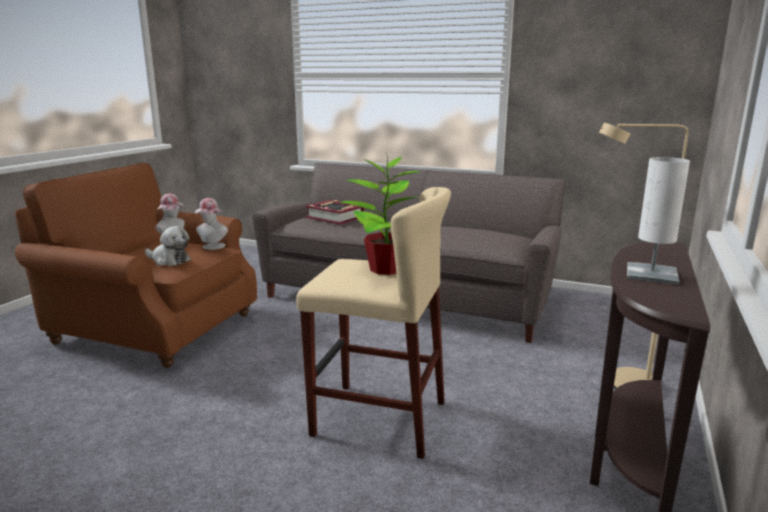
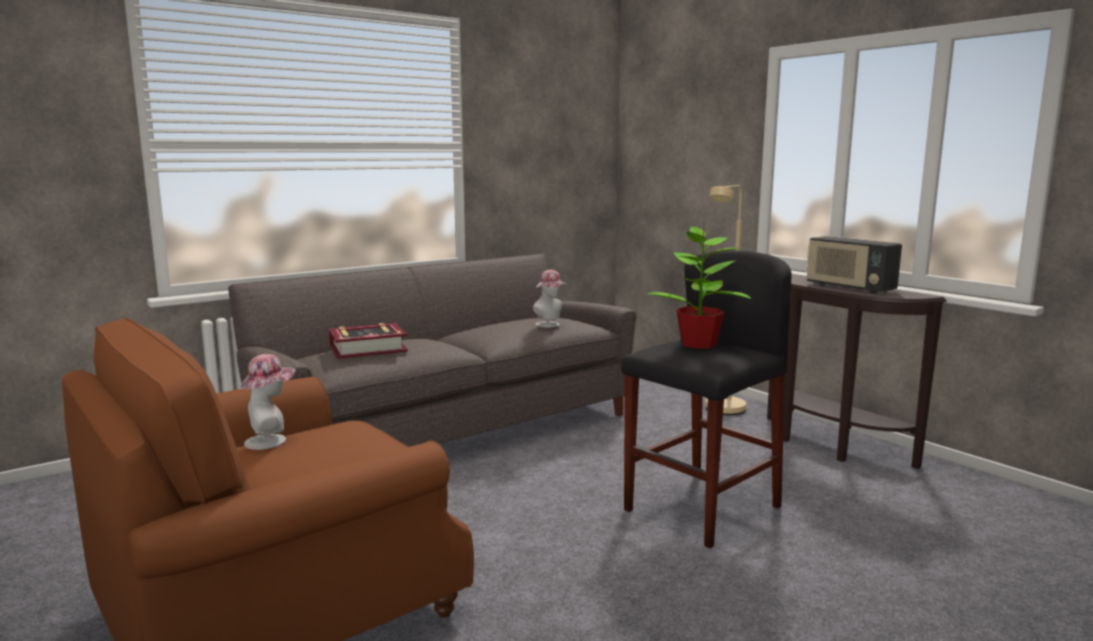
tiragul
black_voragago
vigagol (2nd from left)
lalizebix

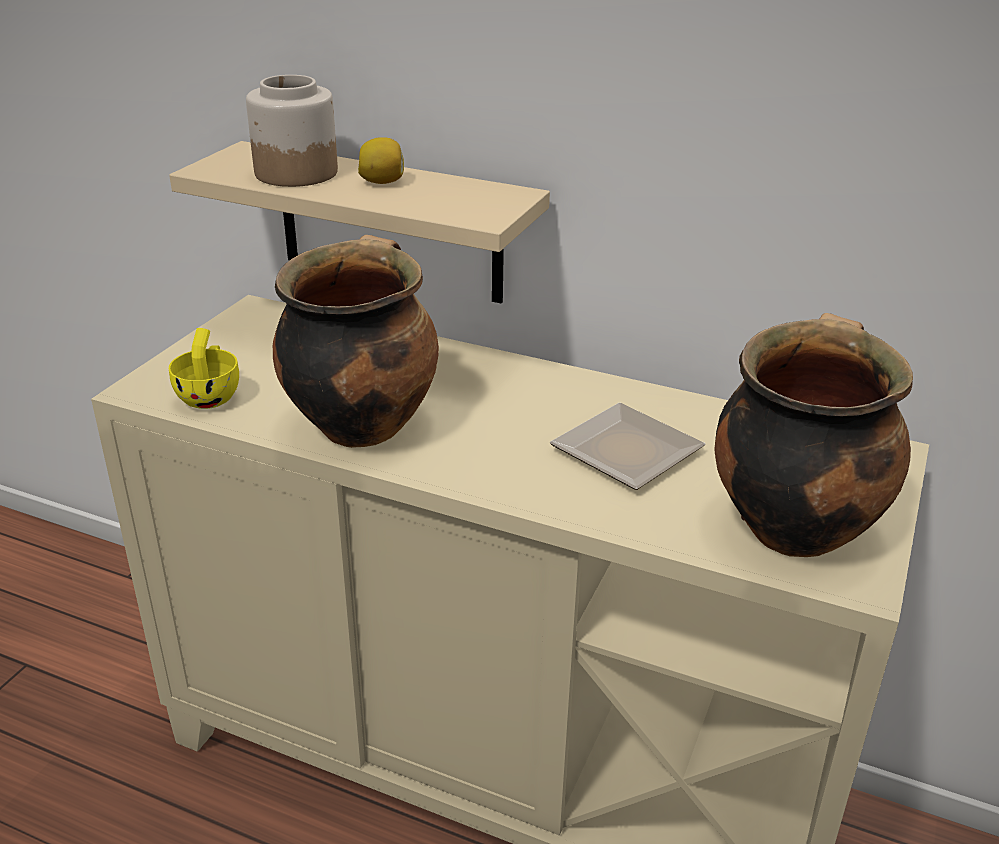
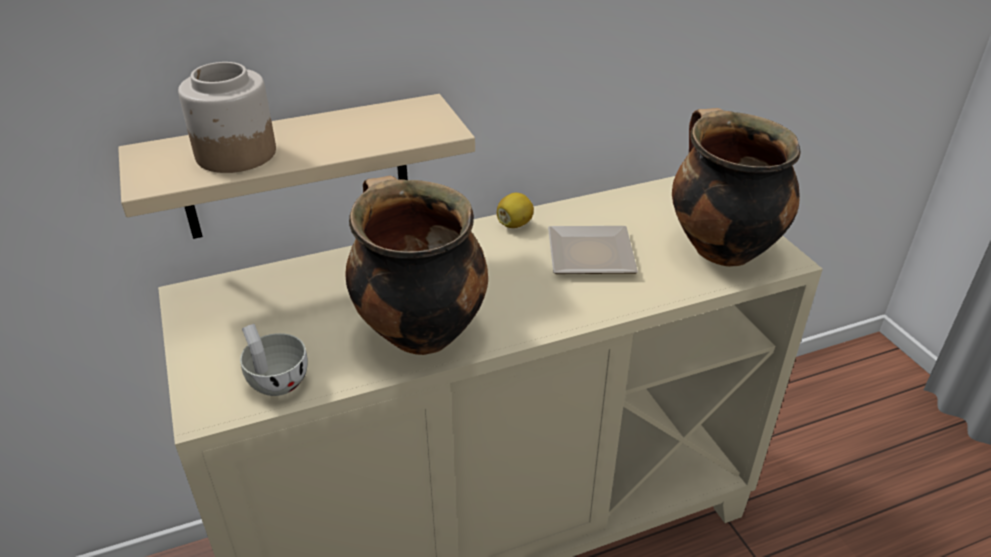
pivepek
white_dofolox

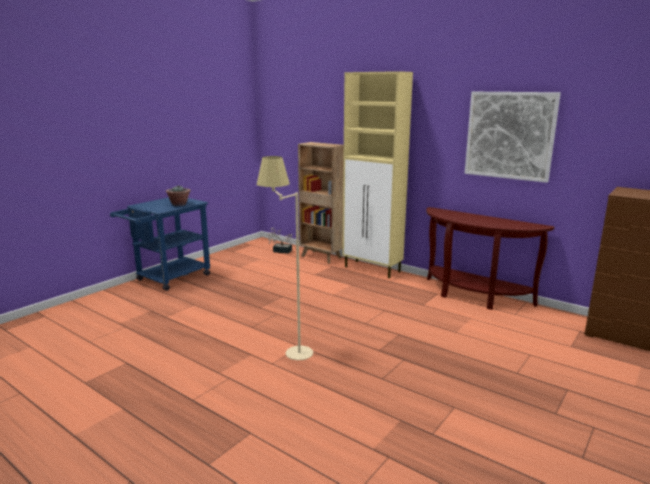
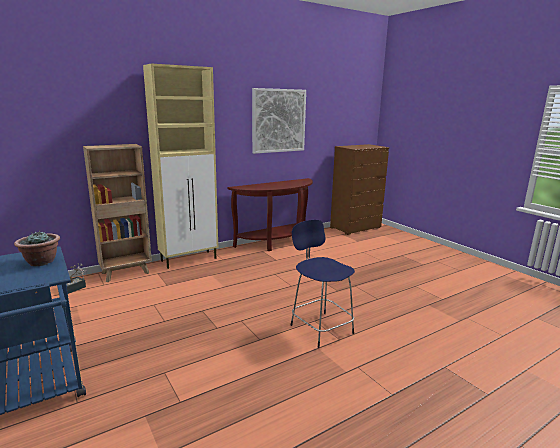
blue_voragago

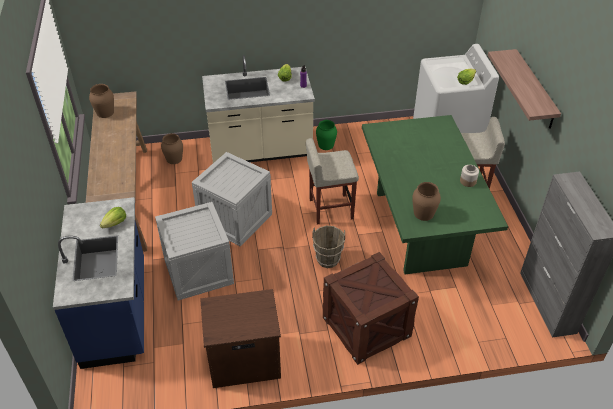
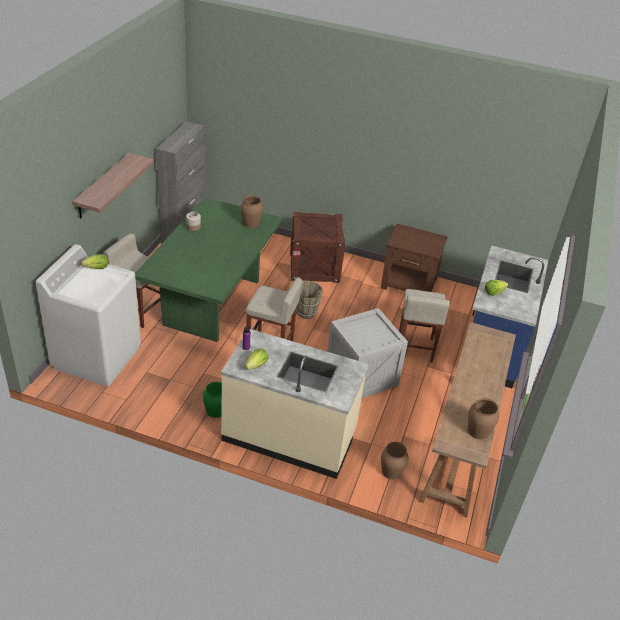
beige_voragago (3rd from left)

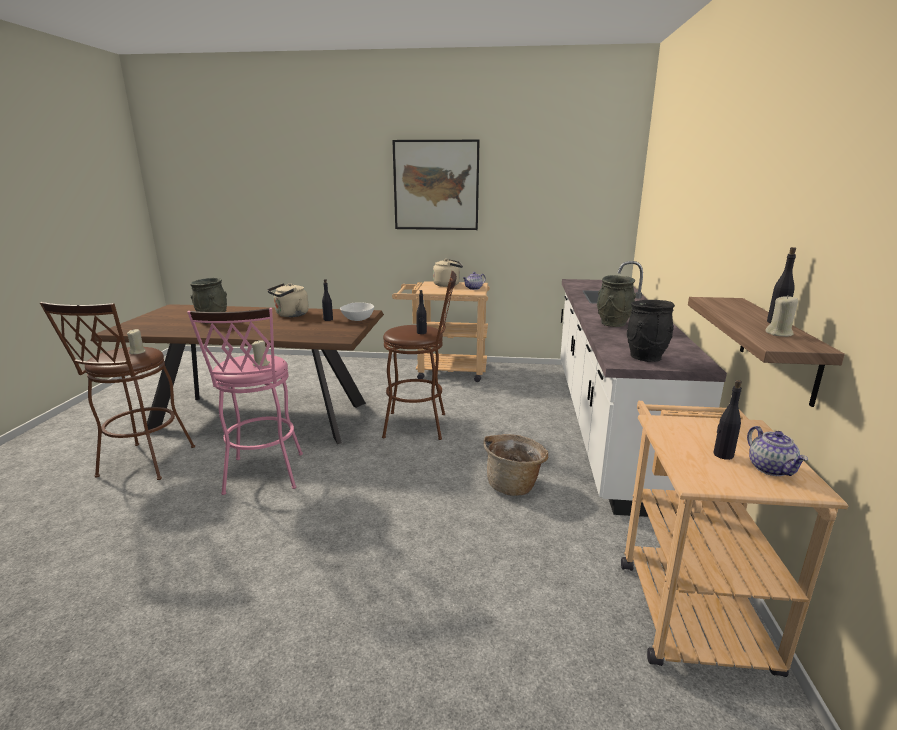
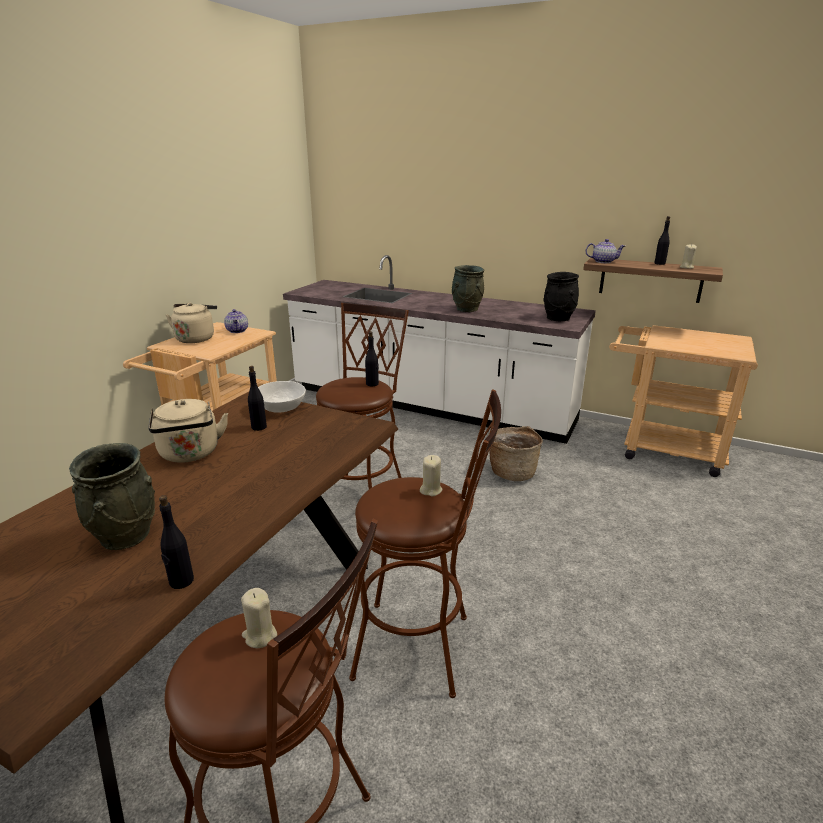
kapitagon
brown_voragago (3rd from left)
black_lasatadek (1st from left)
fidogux (2nd from left)

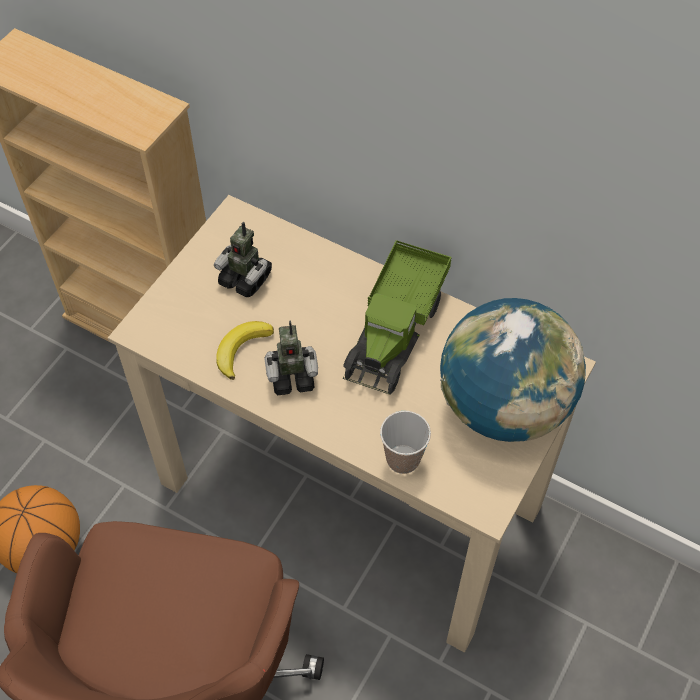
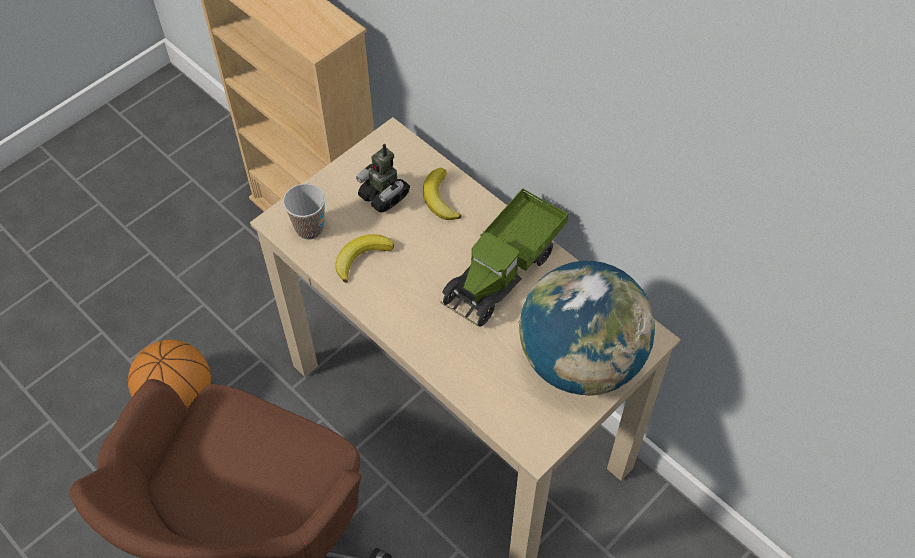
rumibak (2nd from left in the first image)
dofolox
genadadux (2nd from left)

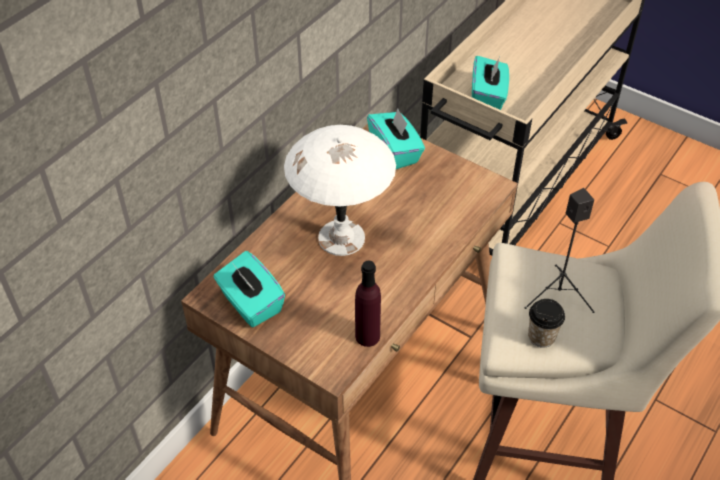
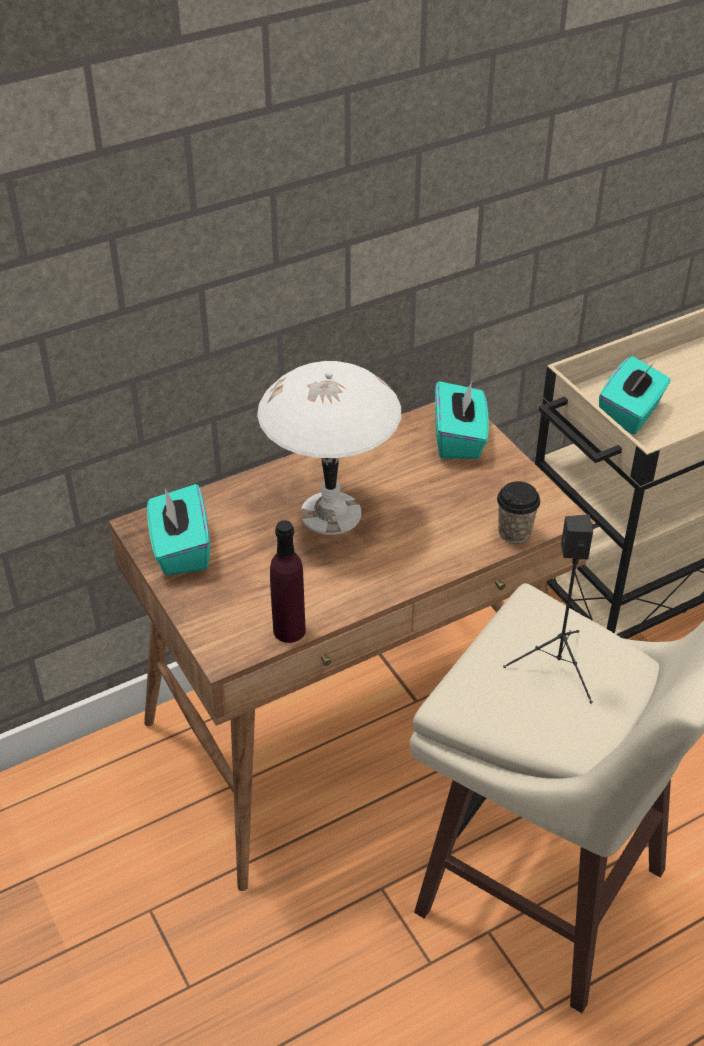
dofolox

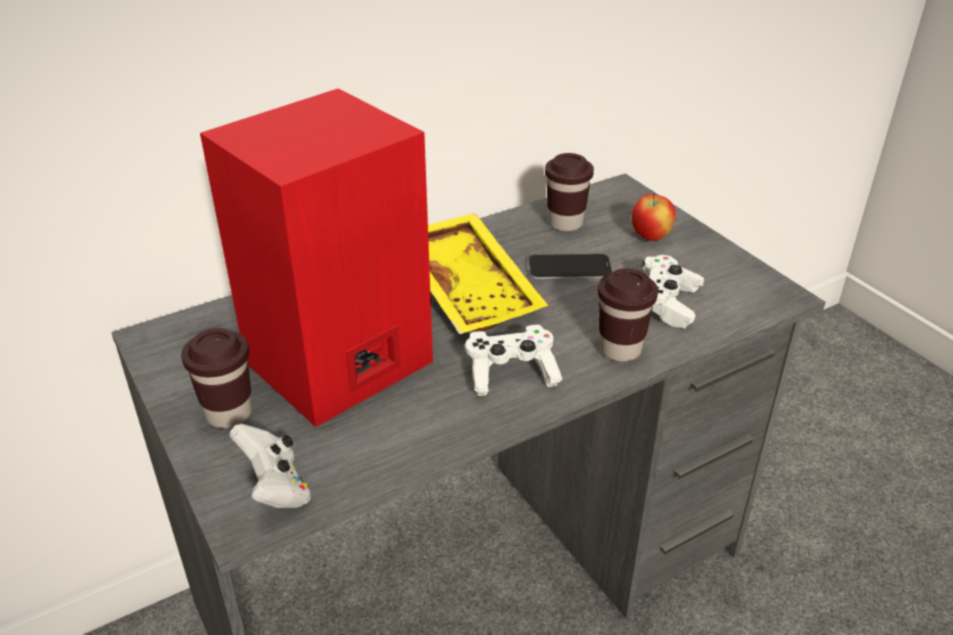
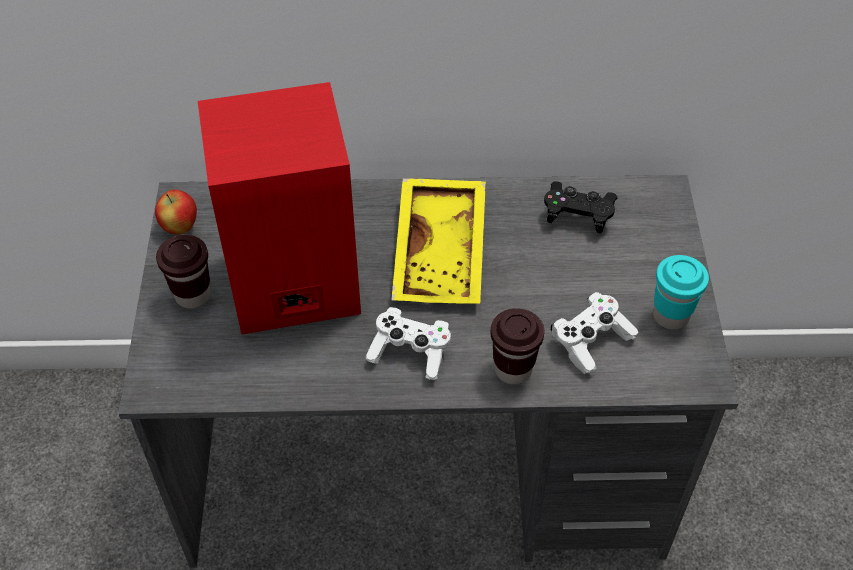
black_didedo
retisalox
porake
white_didedo (1st from left in the first image)
turquoise_dofolox

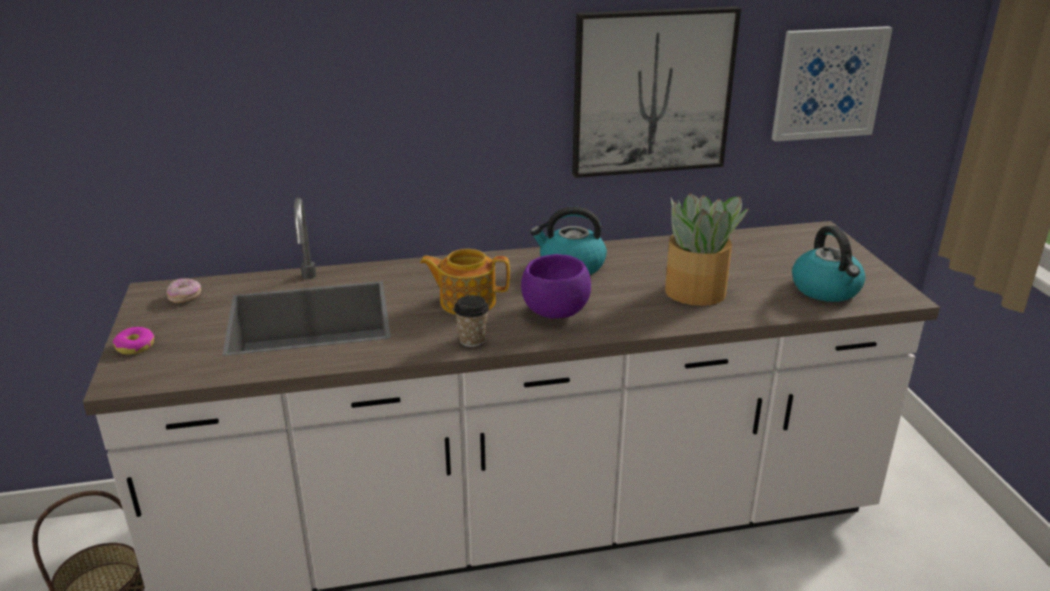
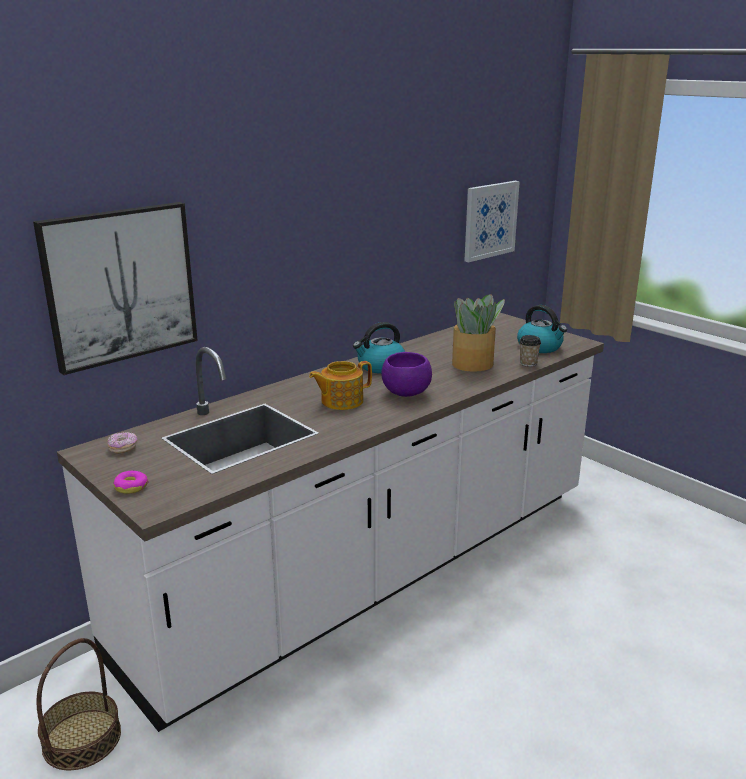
kapitagon (1st from left)
dofolox

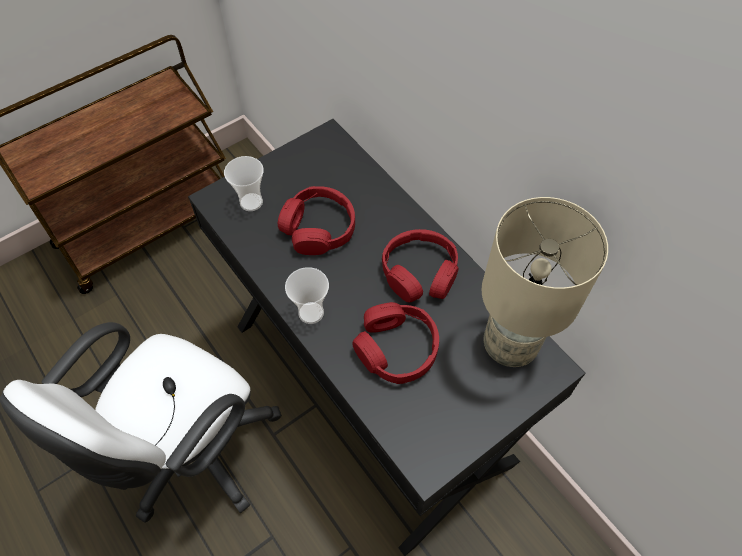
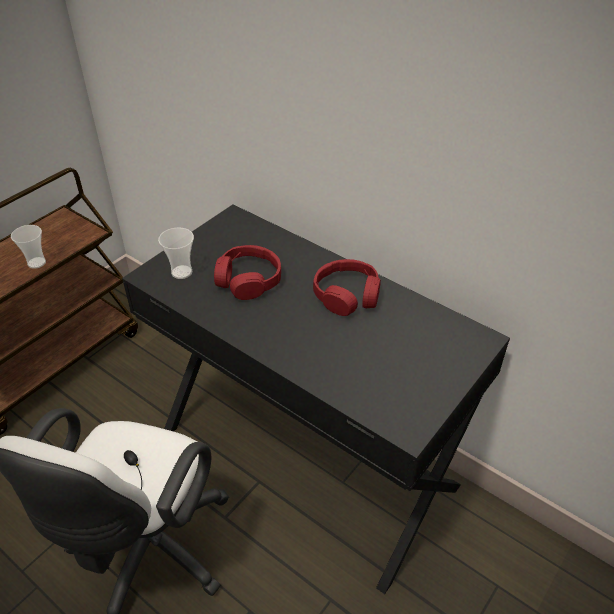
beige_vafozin
dofolox (1st from left)
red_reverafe (2nd from left in the first image)

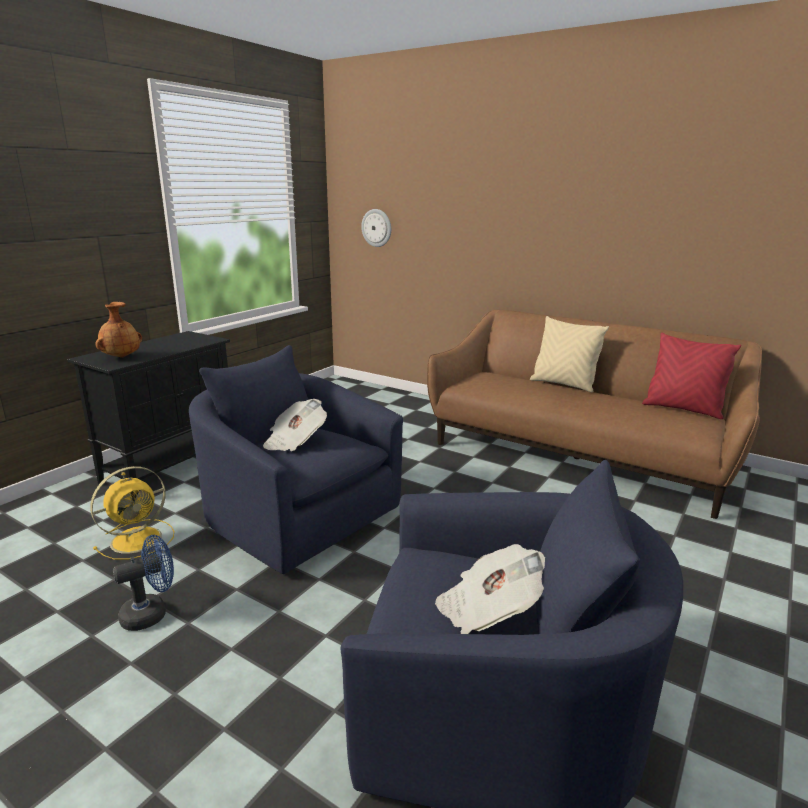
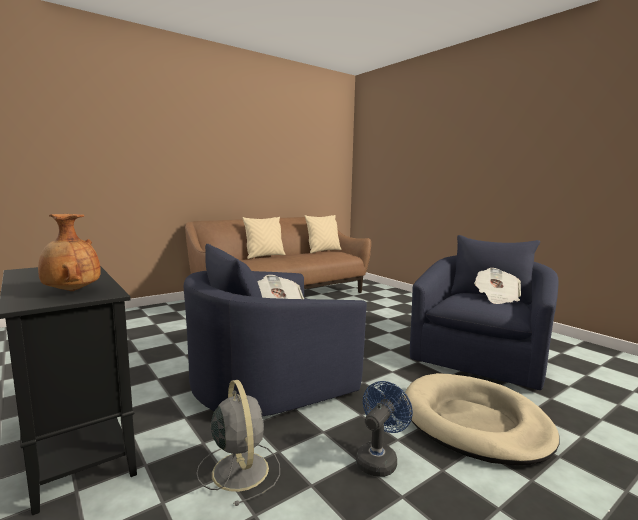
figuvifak
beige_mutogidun (2nd from left)
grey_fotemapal
blue_fotemapal
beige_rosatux

